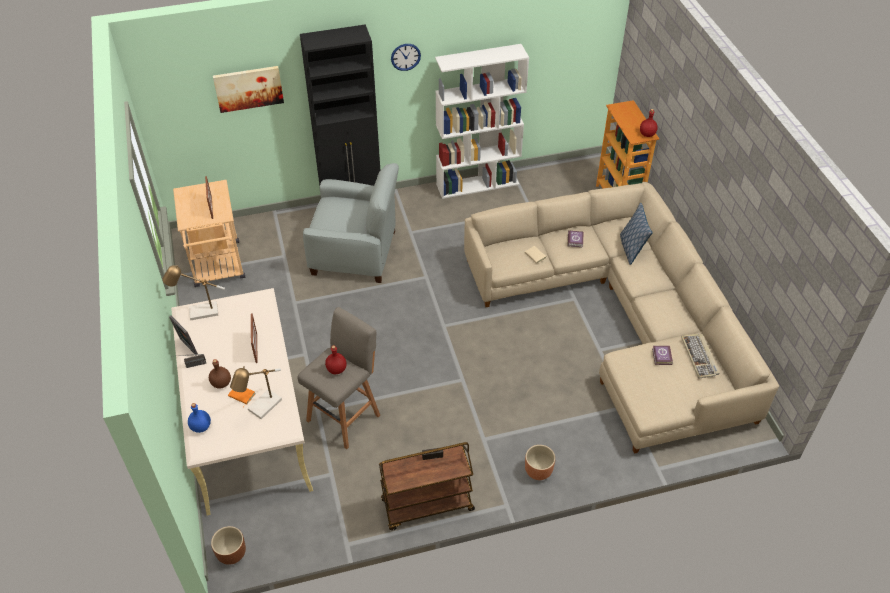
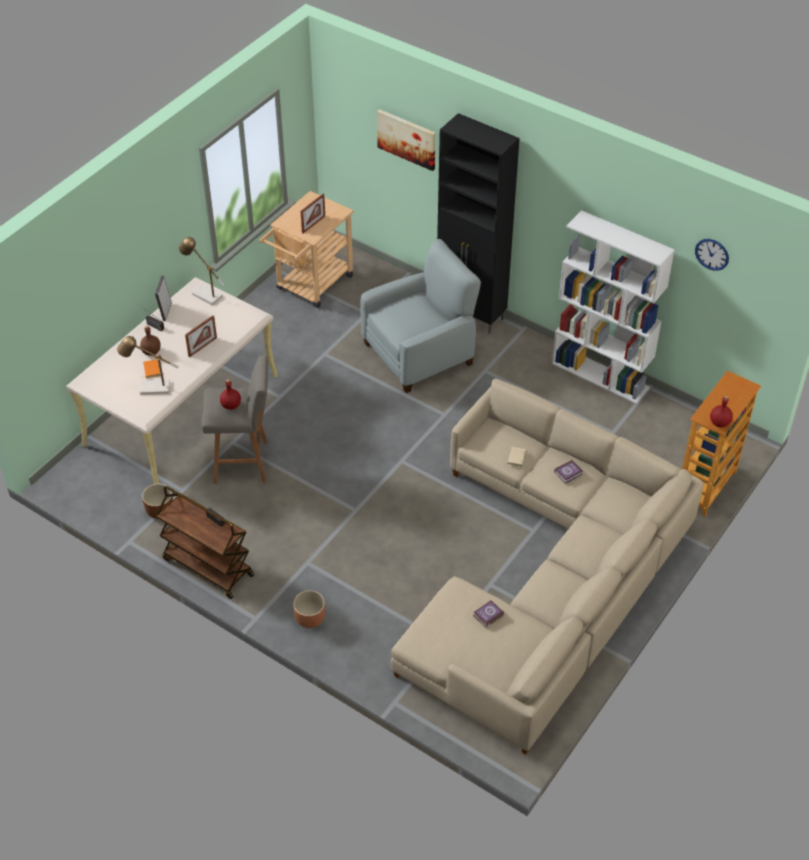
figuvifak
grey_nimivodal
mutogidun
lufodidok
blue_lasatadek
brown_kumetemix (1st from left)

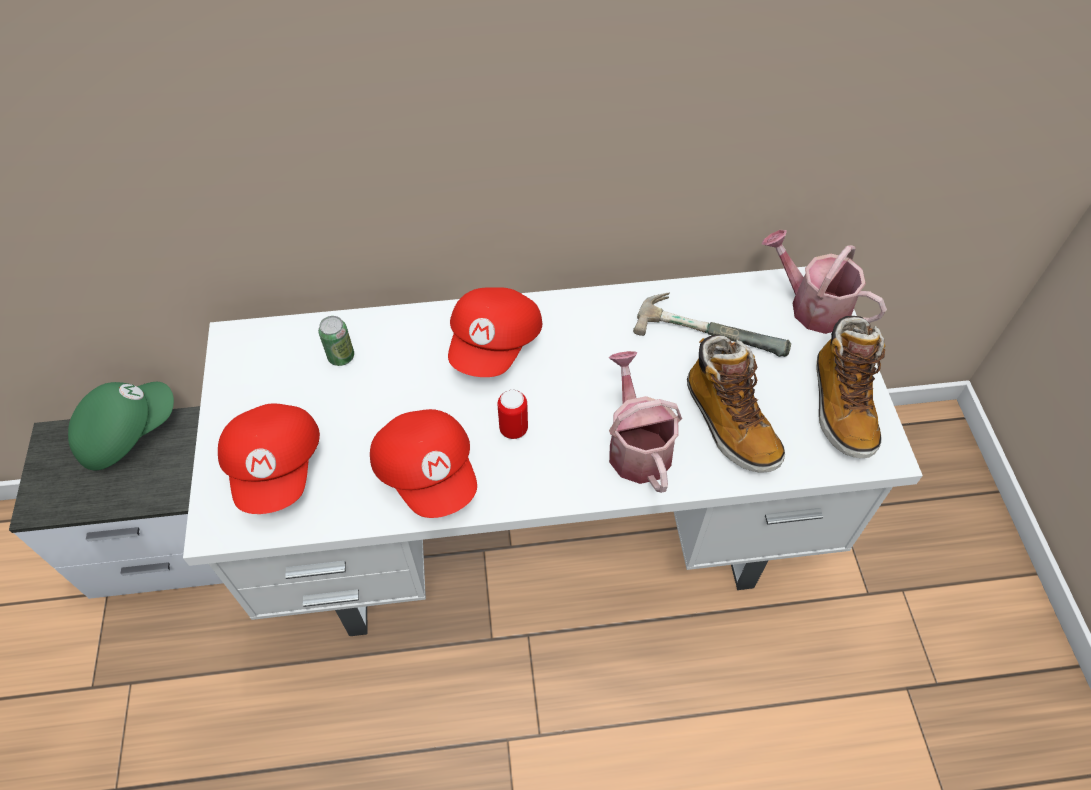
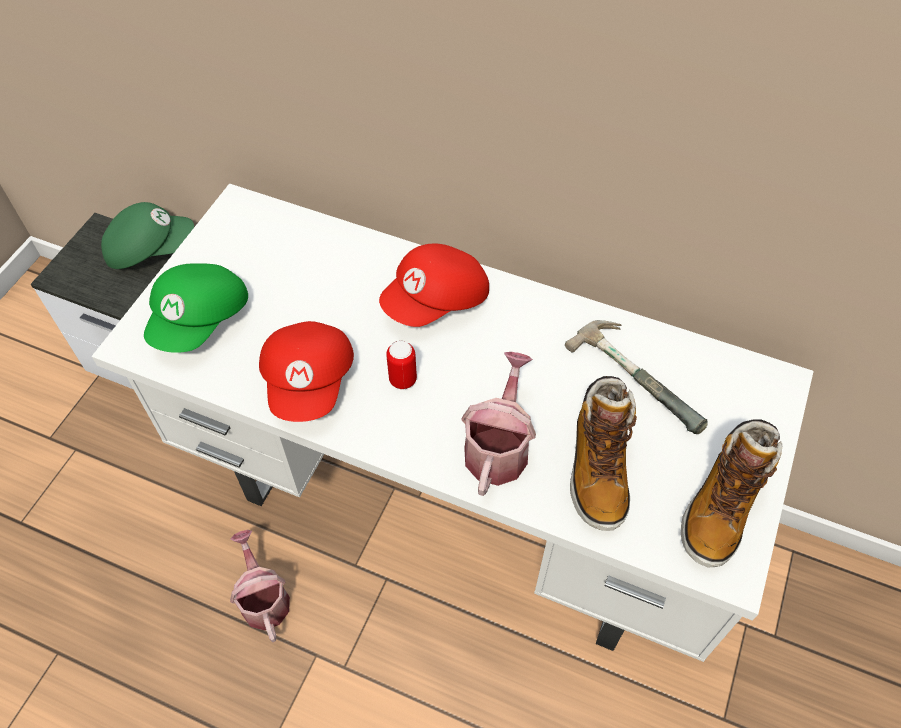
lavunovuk (1st from left)
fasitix (1st from left in the first image)
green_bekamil (2nd from left)

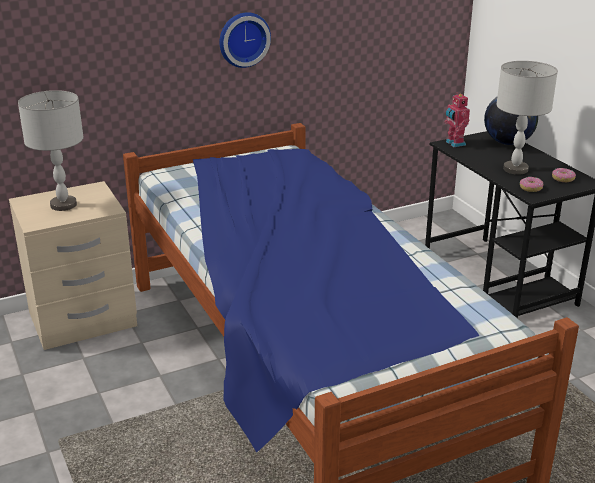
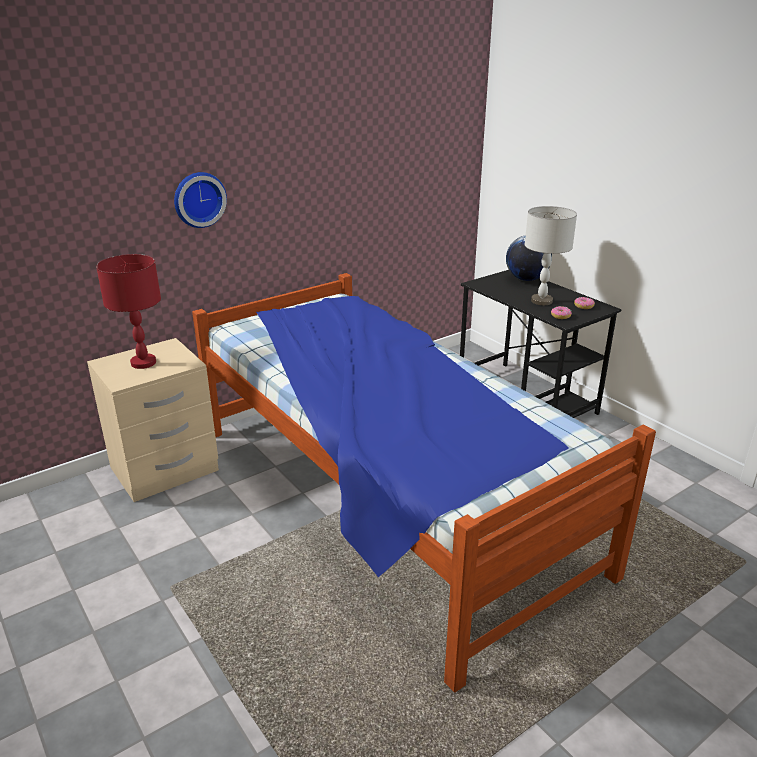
figuvifak
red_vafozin
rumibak

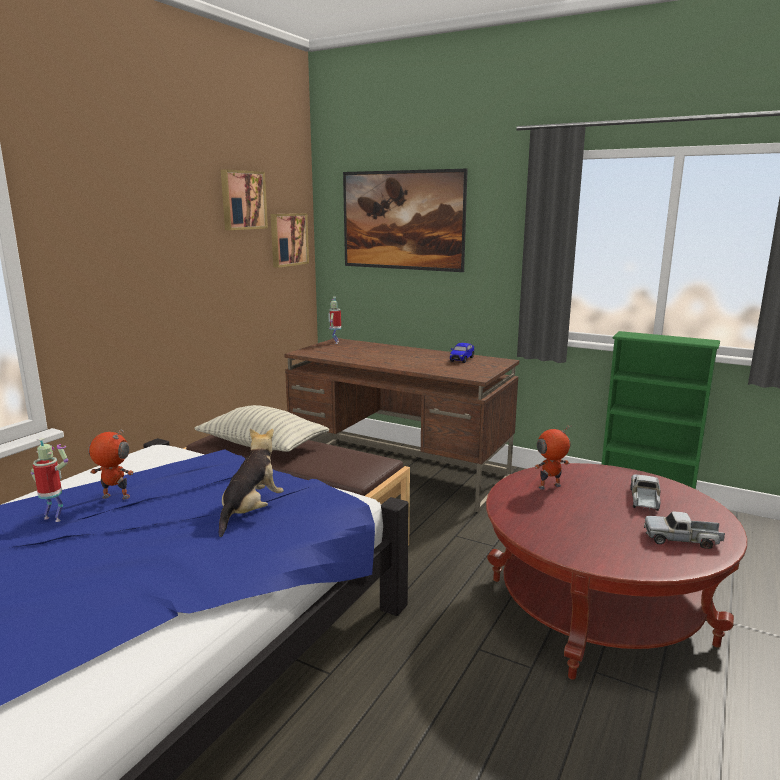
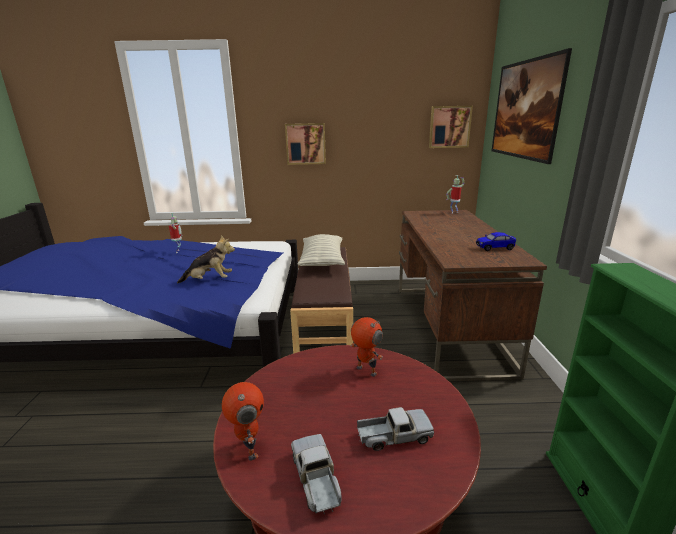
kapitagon (1st from left)
rumibak (2nd from left)

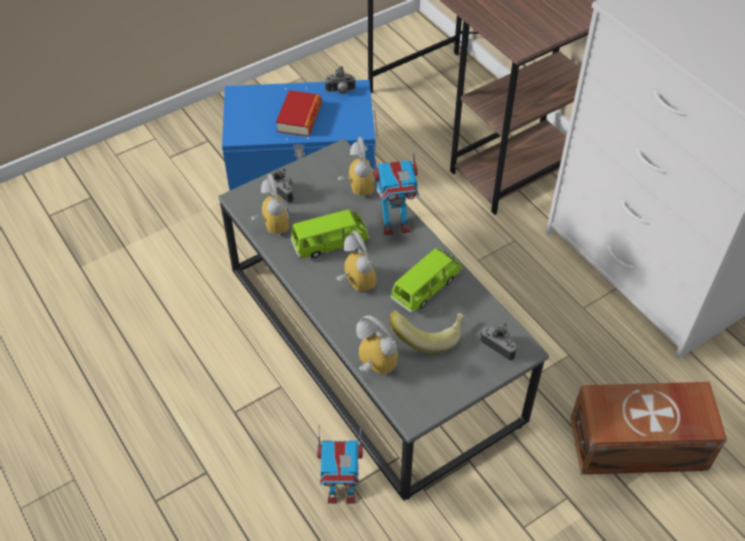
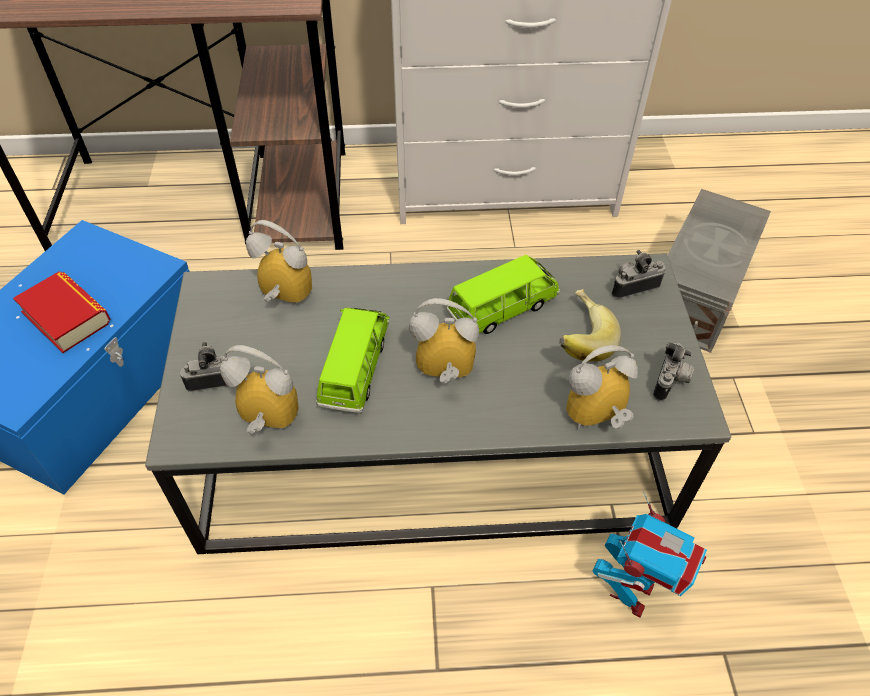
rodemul (3rd from left)
rumibak (2nd from left in the first image)
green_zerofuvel (2nd from left)
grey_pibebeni

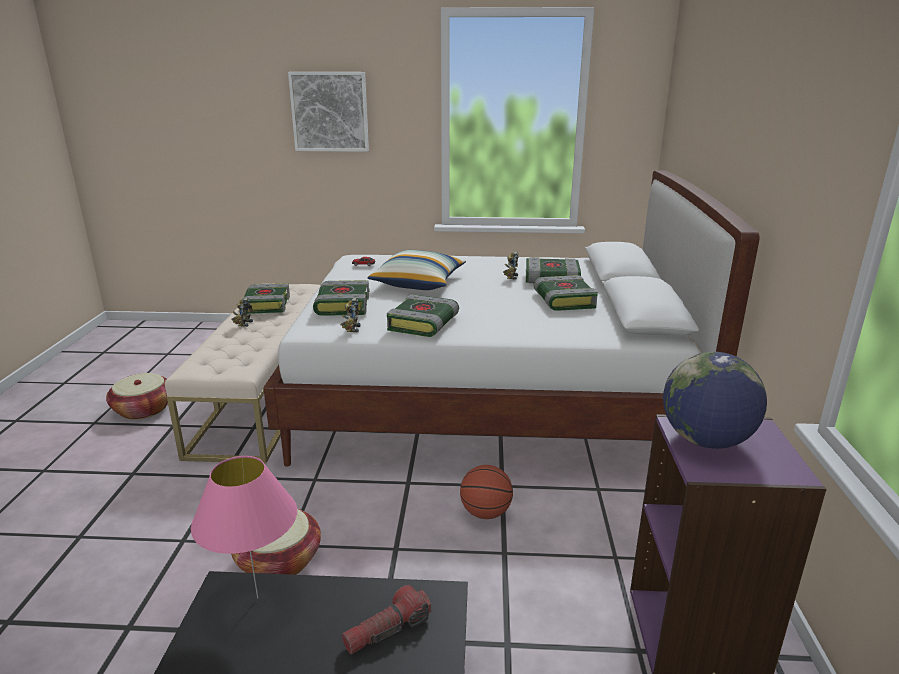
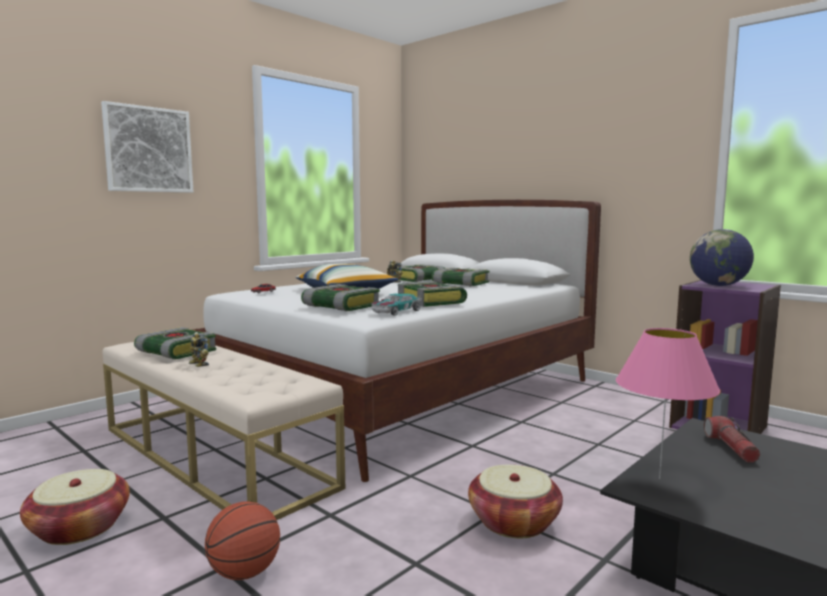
zerofuvel (2nd from left)
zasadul

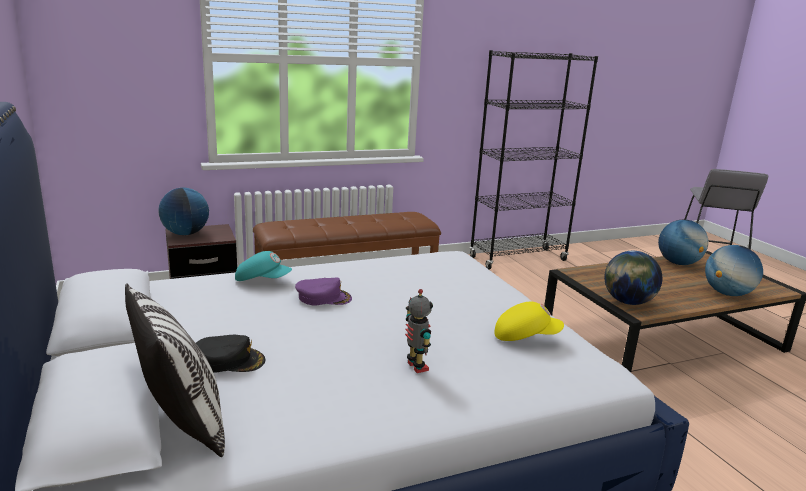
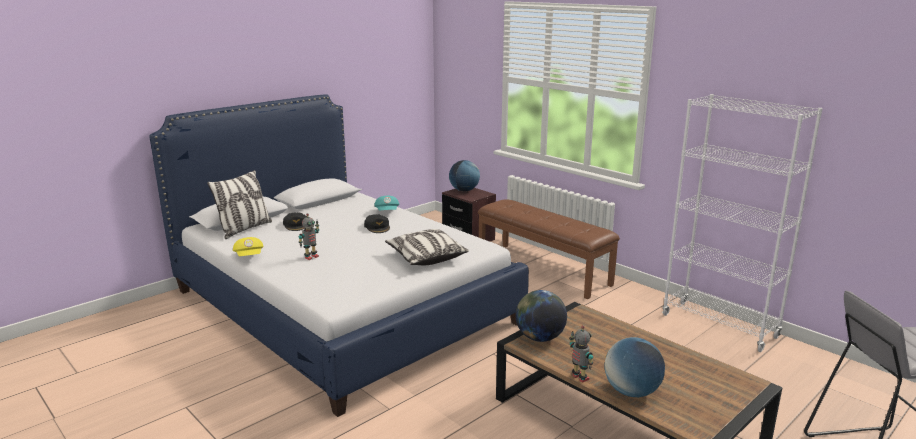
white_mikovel
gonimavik (3rd from left in the first image)
black_bekamil (2nd from left)
yellow_bekamil
mutogidun (2nd from left)
rumibak (2nd from left)

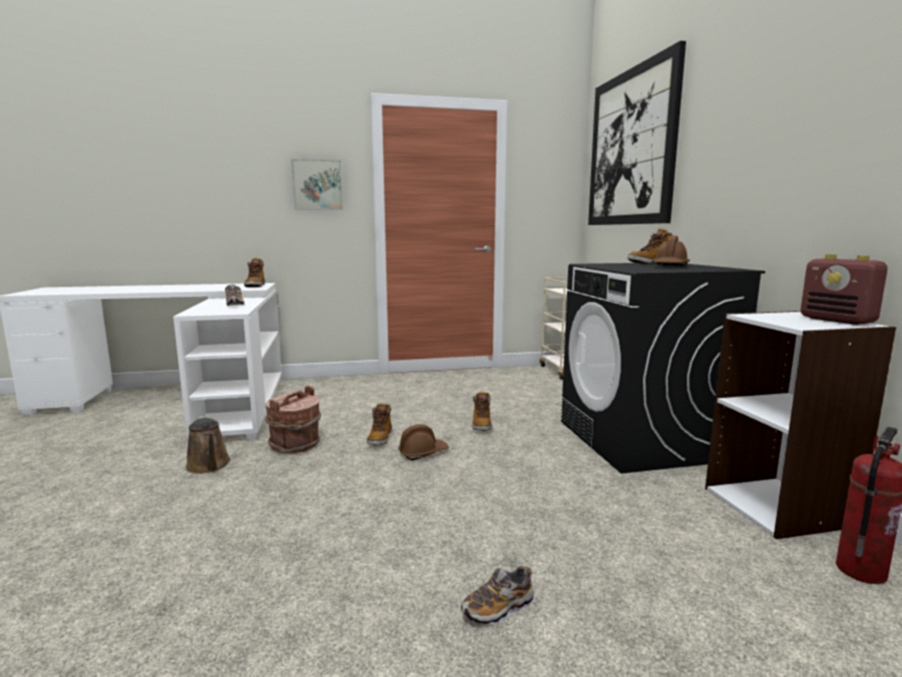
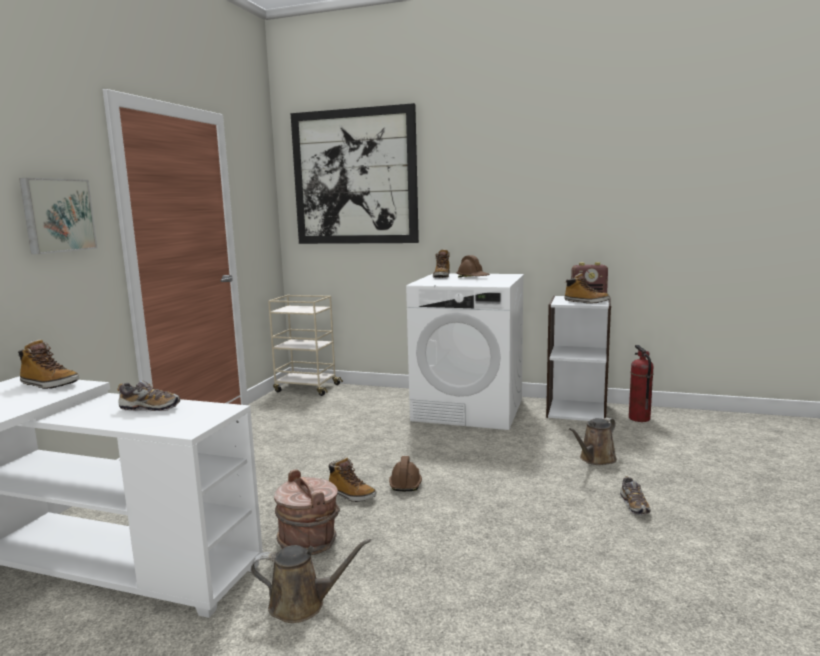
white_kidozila
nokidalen (4th from left)
brown_lavunovuk (2nd from left)

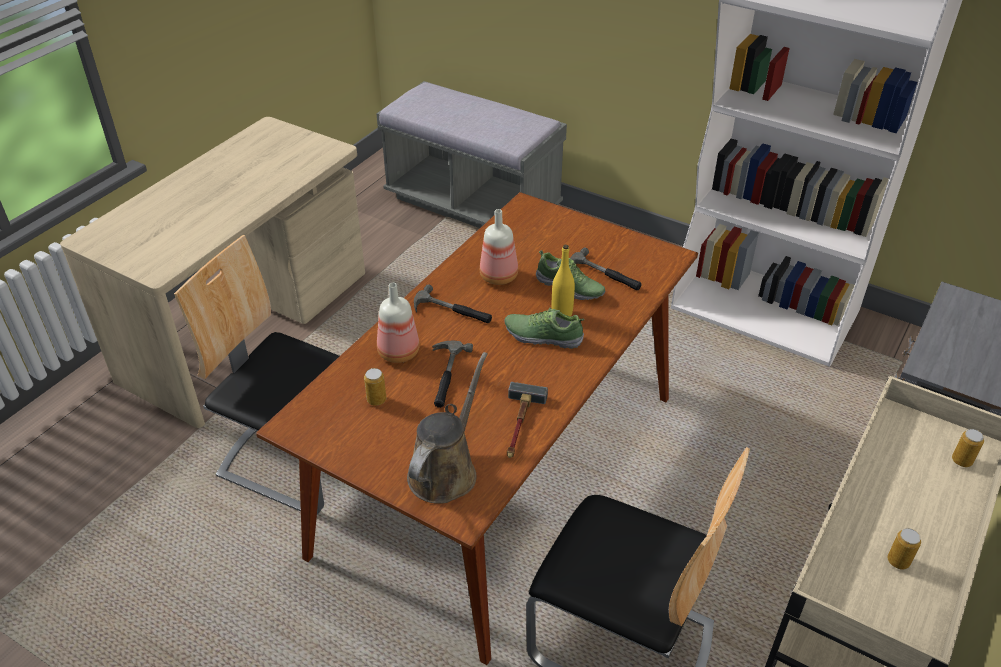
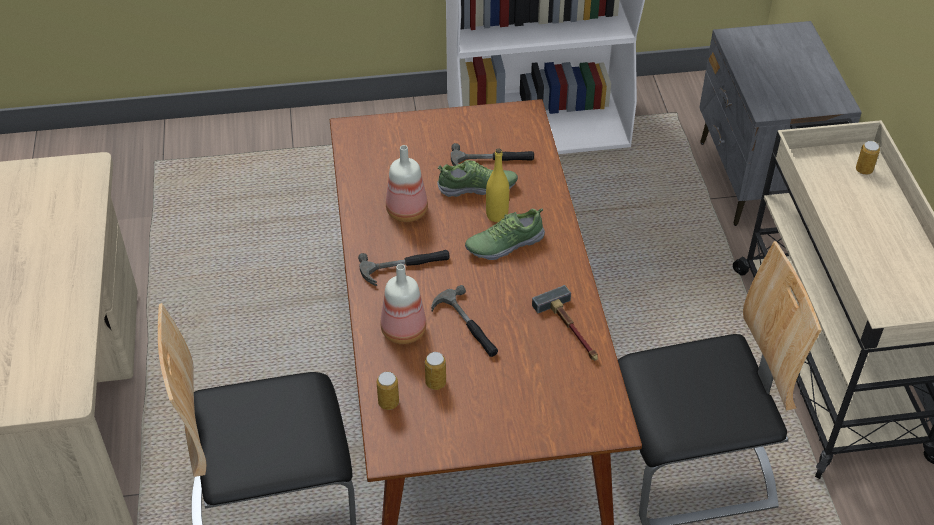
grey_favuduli
brown_lavunovuk
fasitix (1st from left)

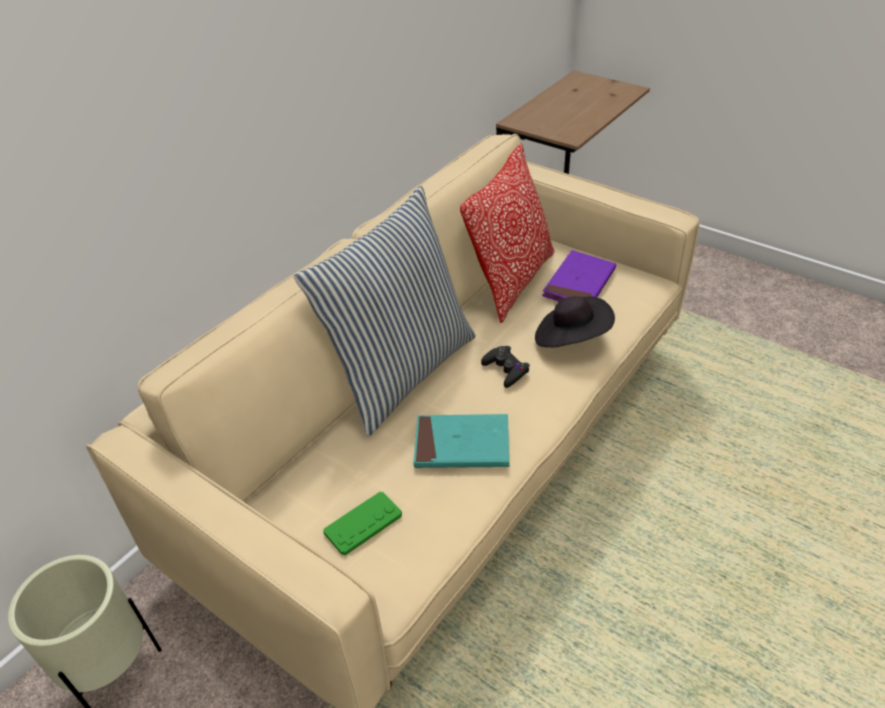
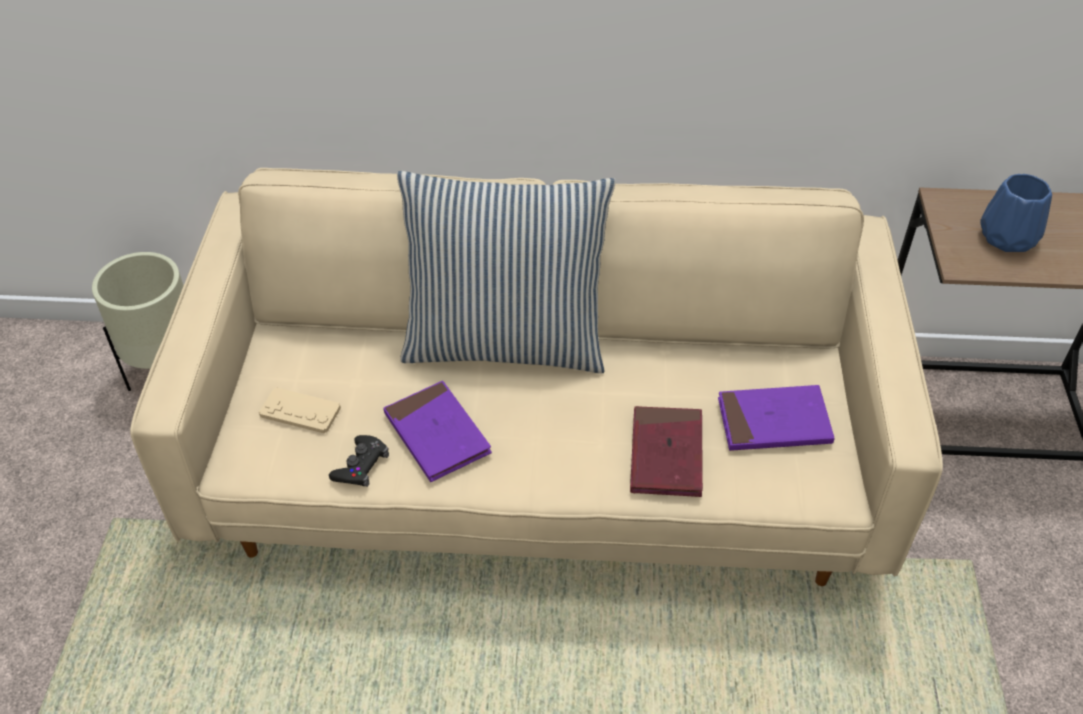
mutogidun (2nd from left in the first image)
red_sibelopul
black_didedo
purple_sibelopul (1st from left)
beige_didedo
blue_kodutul

